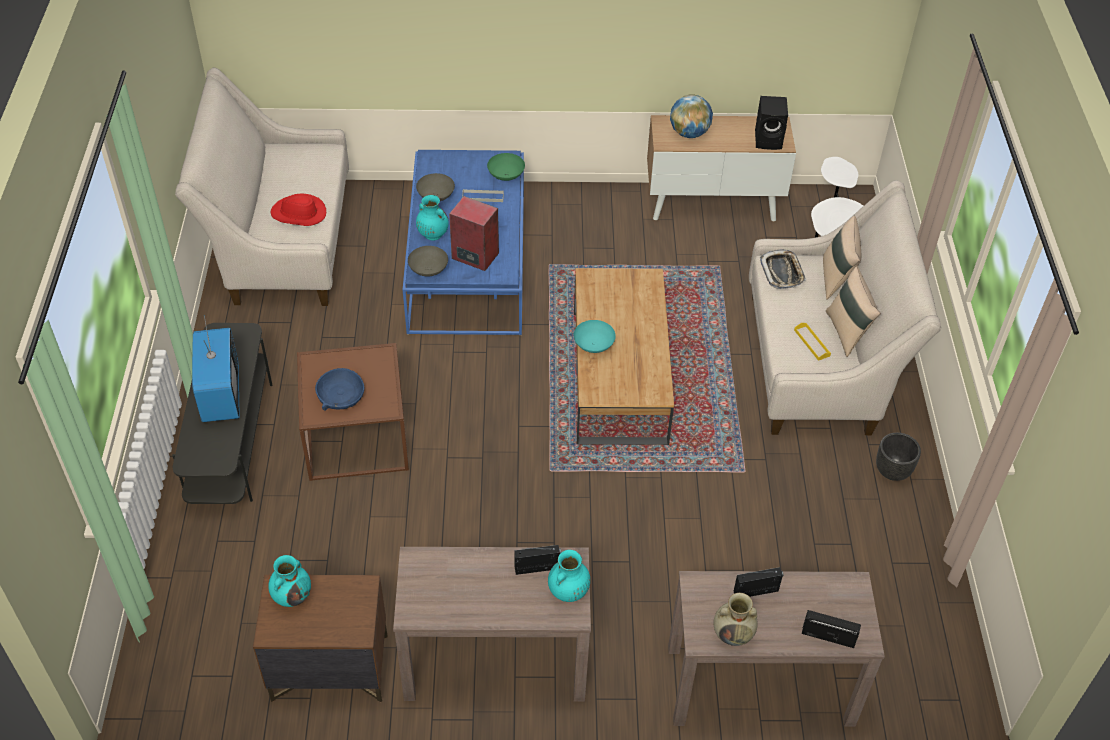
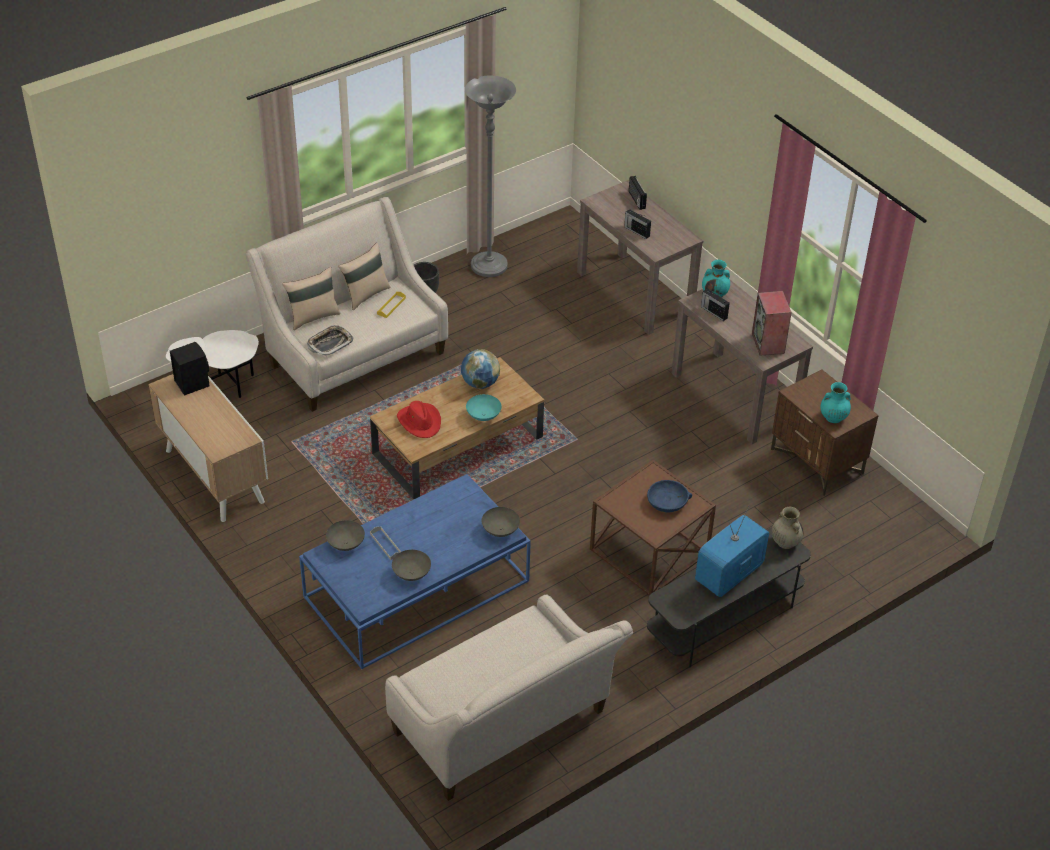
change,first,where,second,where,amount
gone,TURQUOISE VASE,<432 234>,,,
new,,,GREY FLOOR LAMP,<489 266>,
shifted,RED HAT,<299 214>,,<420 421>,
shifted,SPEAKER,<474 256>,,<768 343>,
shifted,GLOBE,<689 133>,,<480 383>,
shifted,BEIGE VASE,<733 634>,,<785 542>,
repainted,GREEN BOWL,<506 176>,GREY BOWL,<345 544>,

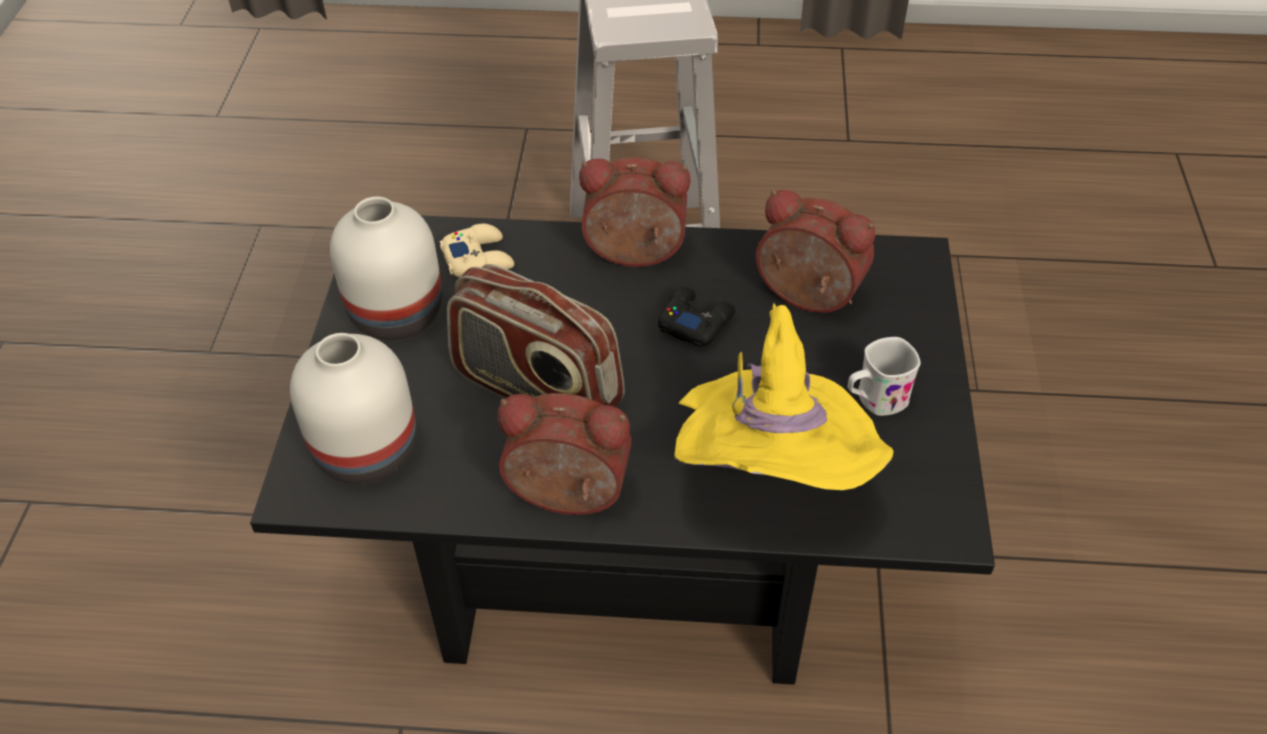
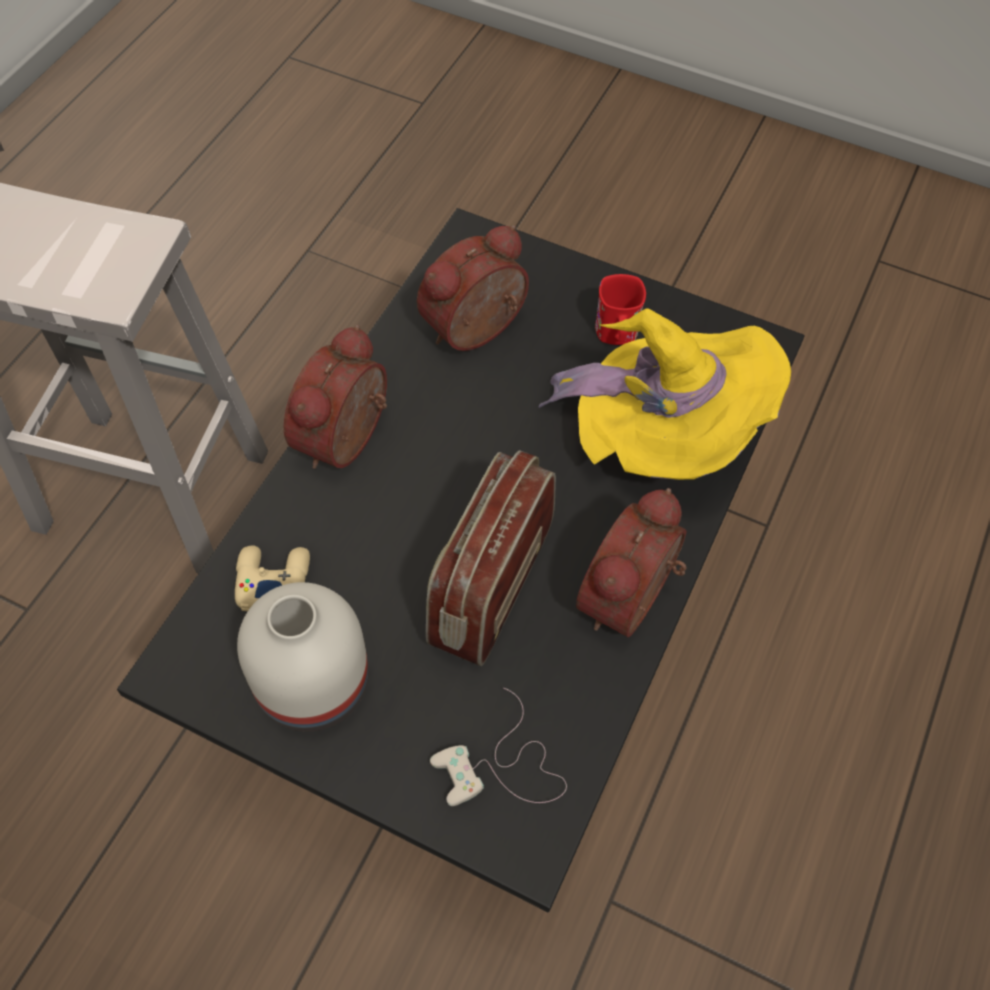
change,first,where,second,where,amount
gone,BLACK GAME CONTROLLER,<695 322>,,,
swapped,WHITE VASE,<366 452>,WHITE GAME CONTROLLER,<502 766>,
repainted,WHITE MUG,<874 400>,RED MUG,<617 335>,
rotated,RADIO,<536 391>,,<490 585>,150 degrees clockwise

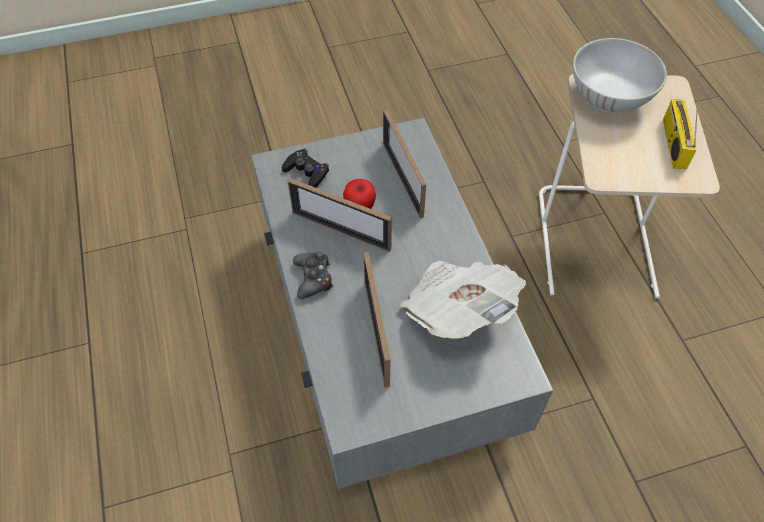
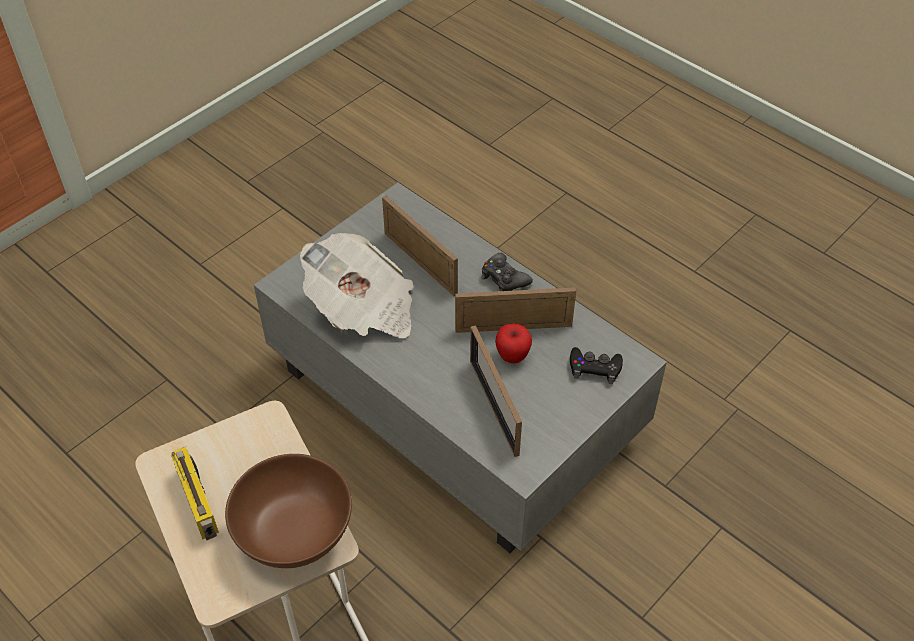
change,first,where,second,where,amount
repainted,WHITE BOWL,<609 98>,BROWN BOWL,<294 535>,
rotated,PICTURE FRAME,<402 179>,,<494 407>,150 degrees counterclockwise

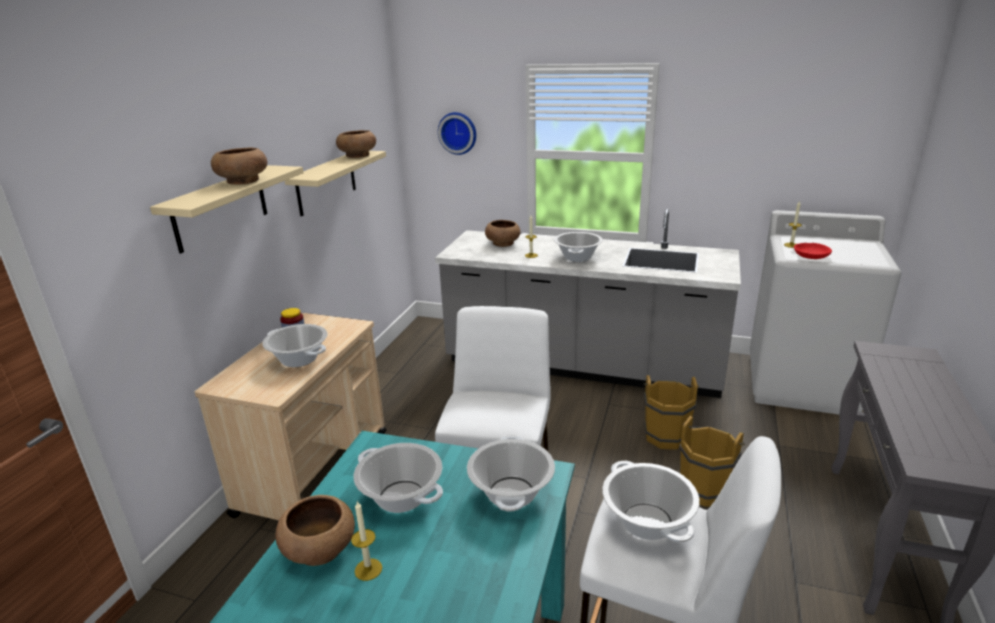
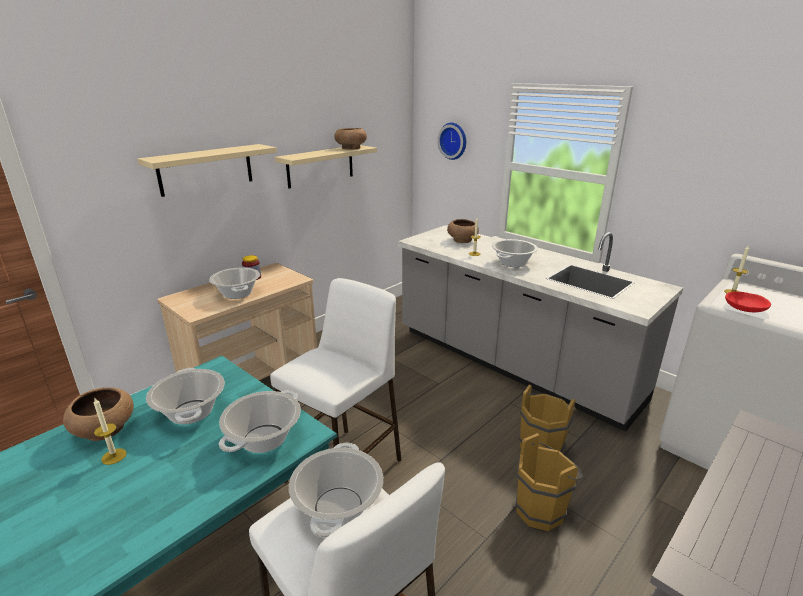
change,first,where,second,where,amount
gone,BROWN BOWL,<242 181>,,,

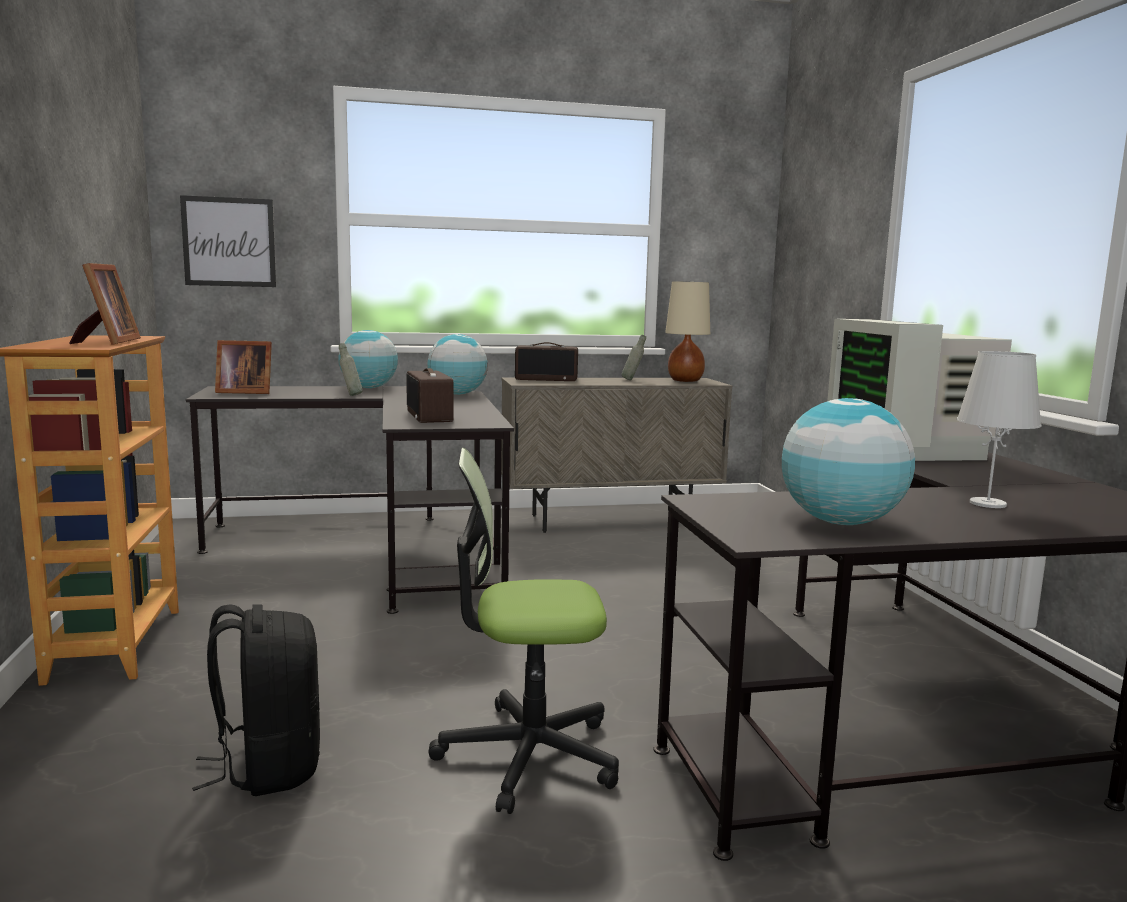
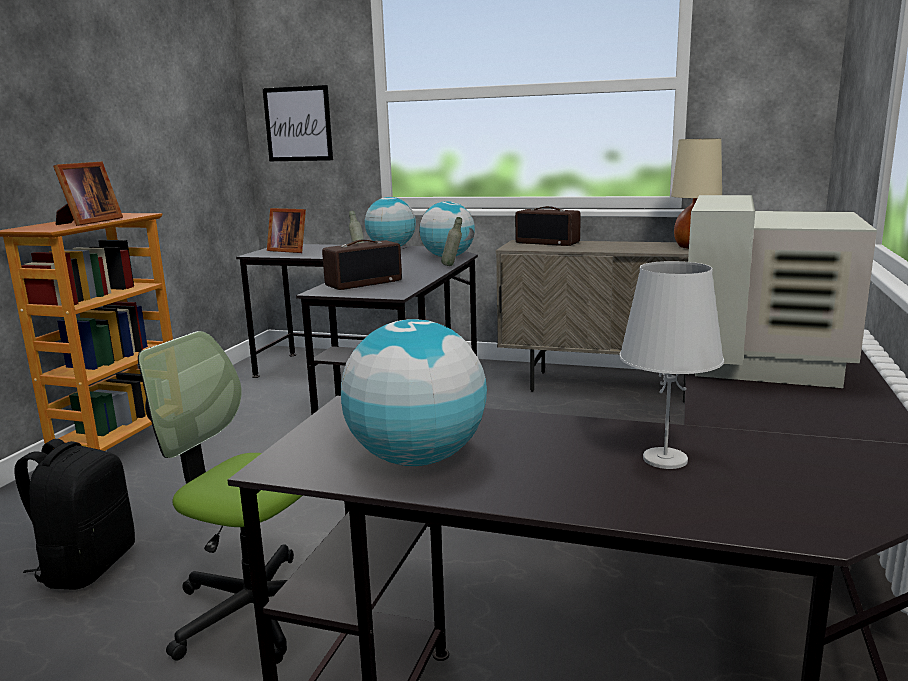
change,first,where,second,where,amount
shifted,GREY BOTTLE,<632 380>,,<452 266>,
rotated,RADIO,<430 416>,,<364 283>,135 degrees counterclockwise

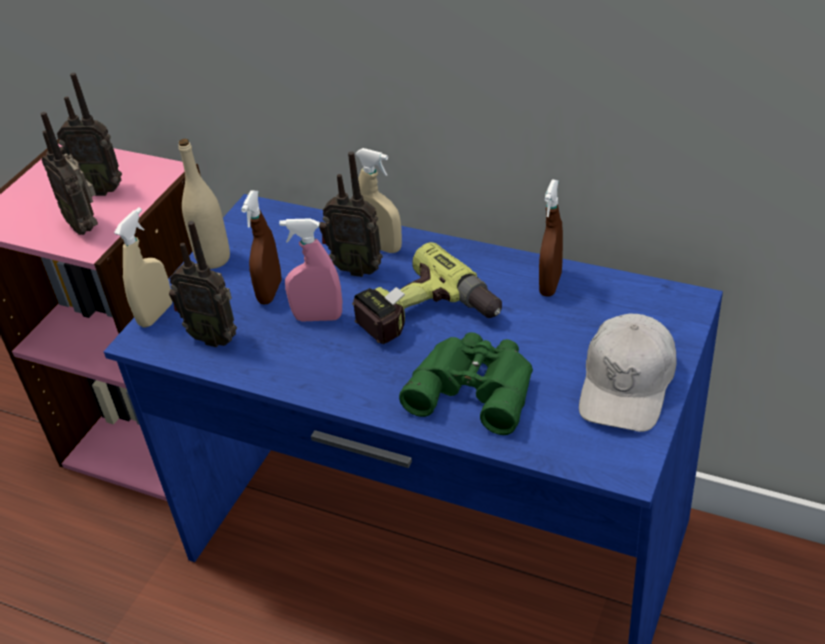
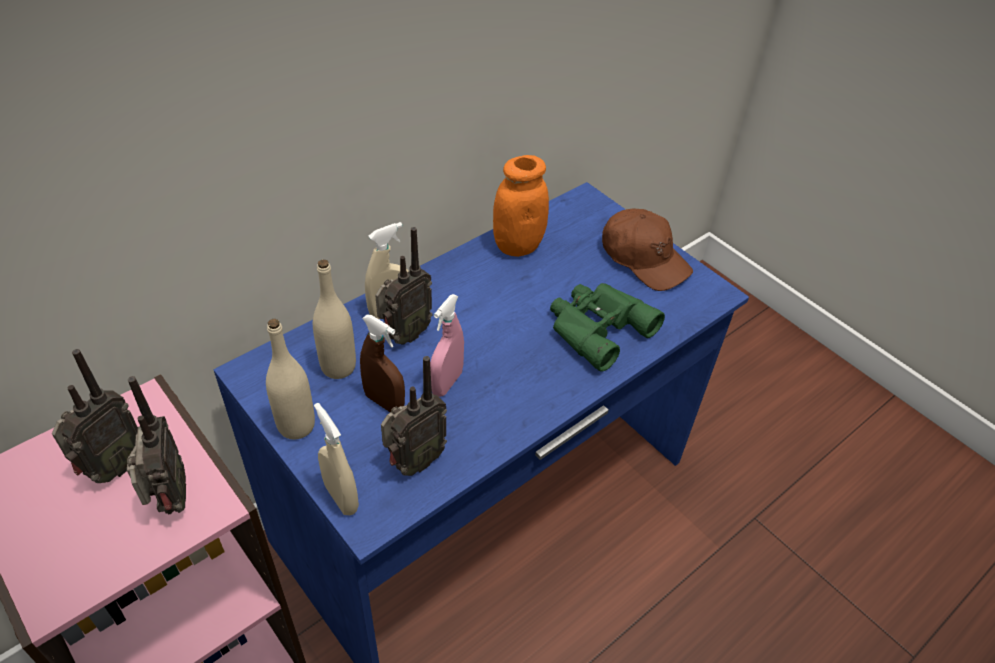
change,first,where,second,where,amount
gone,POWER DRILL,<427 318>,,,
new,,,BEIGE BOTTLE,<338 367>,
swapped,BROWN SPRAY BOTTLE,<550 284>,ORANGE JAR,<517 246>,
repainted,WHITE CAP,<627 385>,BROWN CAP,<644 259>,
rotated,RADIO,<85 226>,,<170 501>,90 degrees counterclockwise

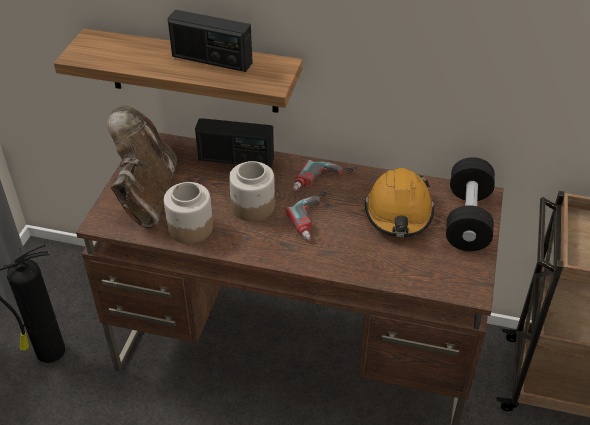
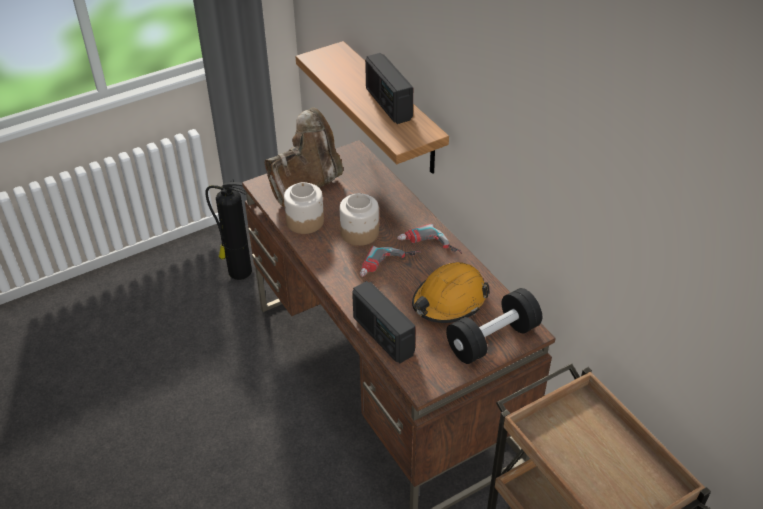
change,first,where,second,where,amount
shifted,RADIO,<236 159>,,<382 336>,

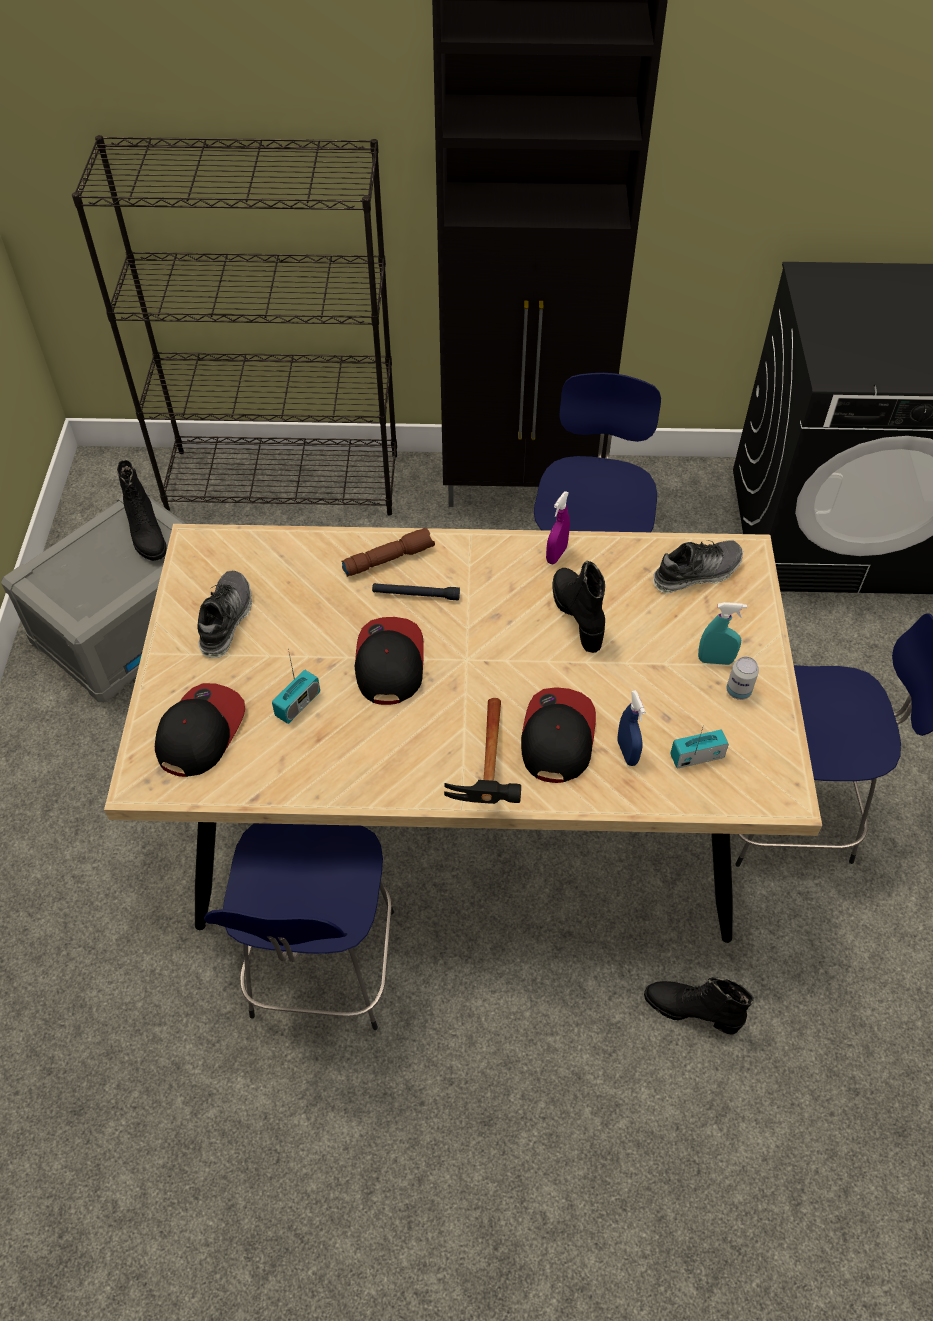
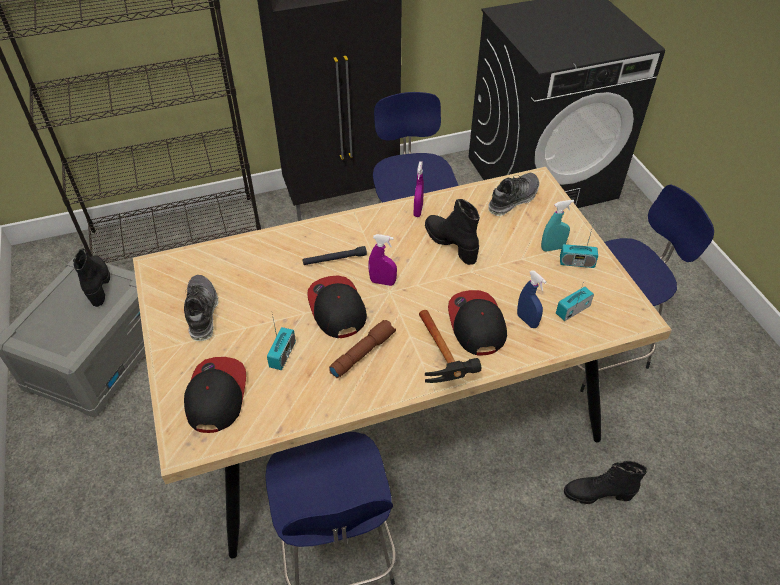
change,first,where,second,where,amount
new,,,PURPLE SPRAY BOTTLE,<382 282>,
shifted,BROWN FLASHLIGHT,<388 558>,,<362 352>,
swapped,CAN,<738 691>,RADIO,<576 263>,
rotated,BLACK BOOT,<146 536>,,<98 284>,150 degrees counterclockwise

